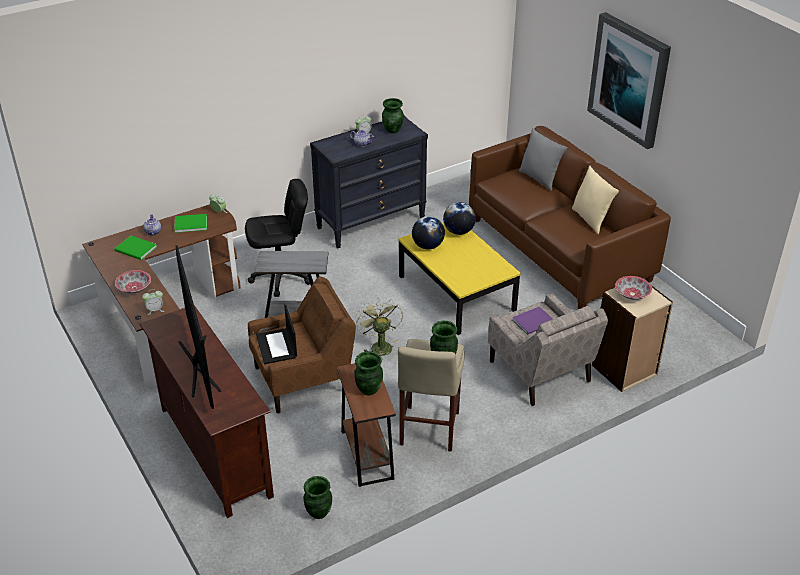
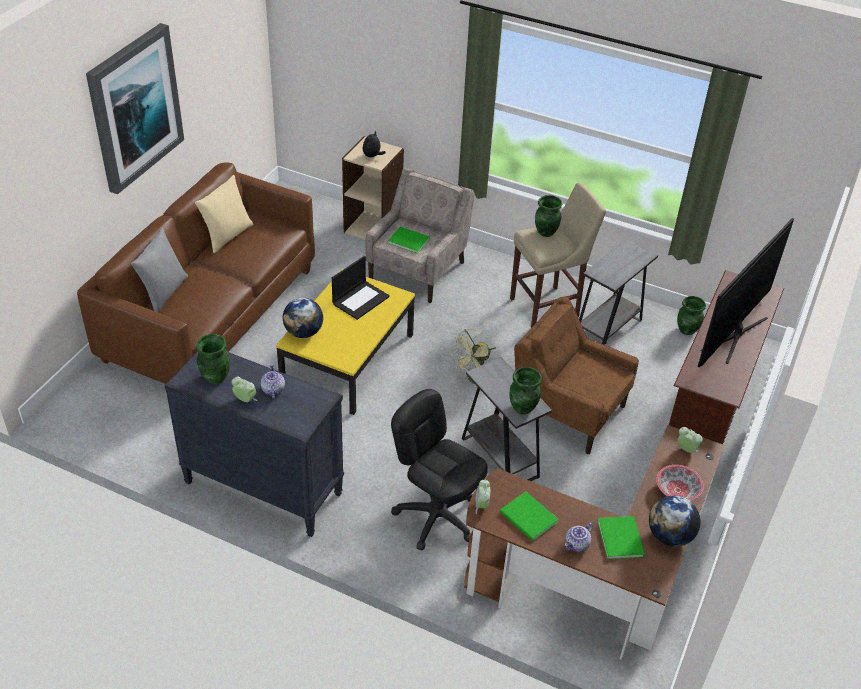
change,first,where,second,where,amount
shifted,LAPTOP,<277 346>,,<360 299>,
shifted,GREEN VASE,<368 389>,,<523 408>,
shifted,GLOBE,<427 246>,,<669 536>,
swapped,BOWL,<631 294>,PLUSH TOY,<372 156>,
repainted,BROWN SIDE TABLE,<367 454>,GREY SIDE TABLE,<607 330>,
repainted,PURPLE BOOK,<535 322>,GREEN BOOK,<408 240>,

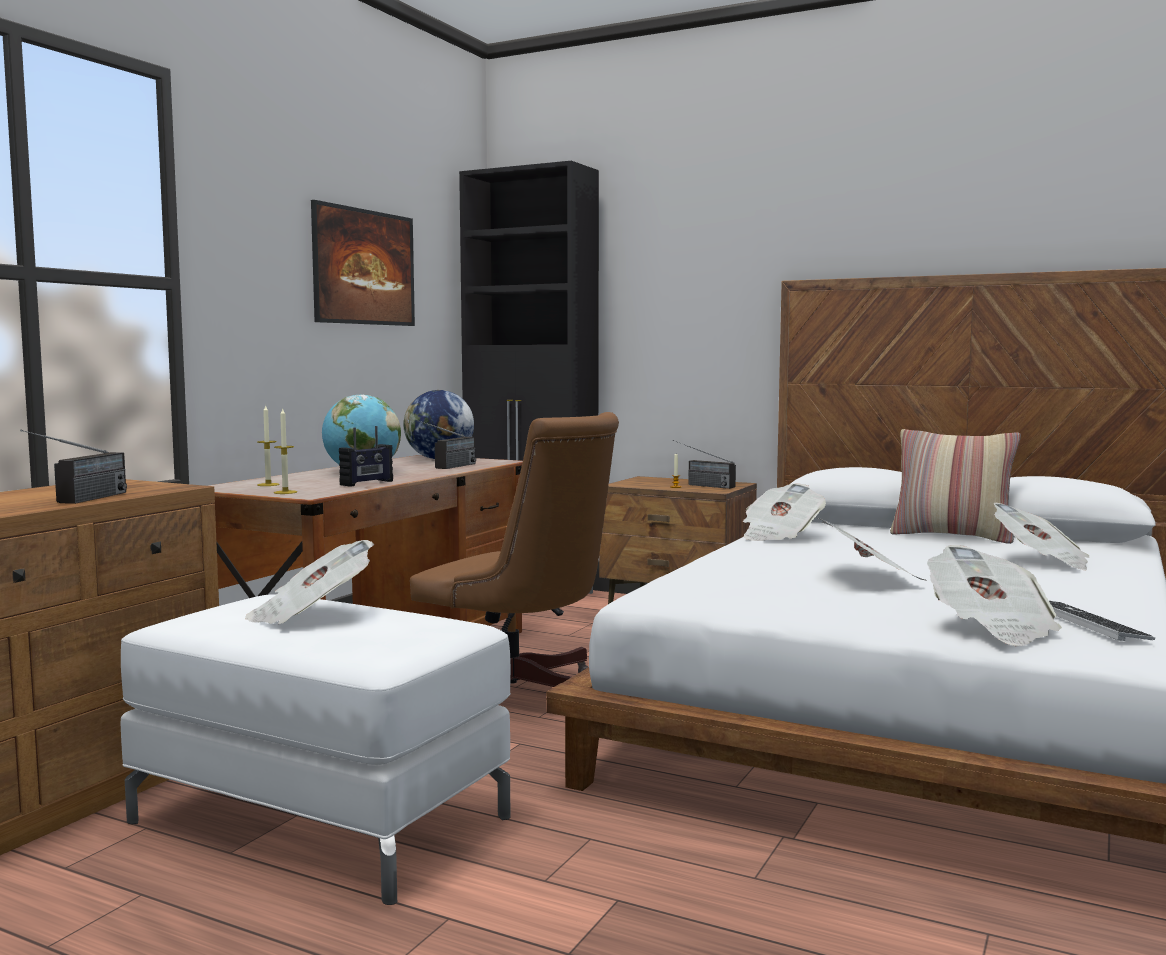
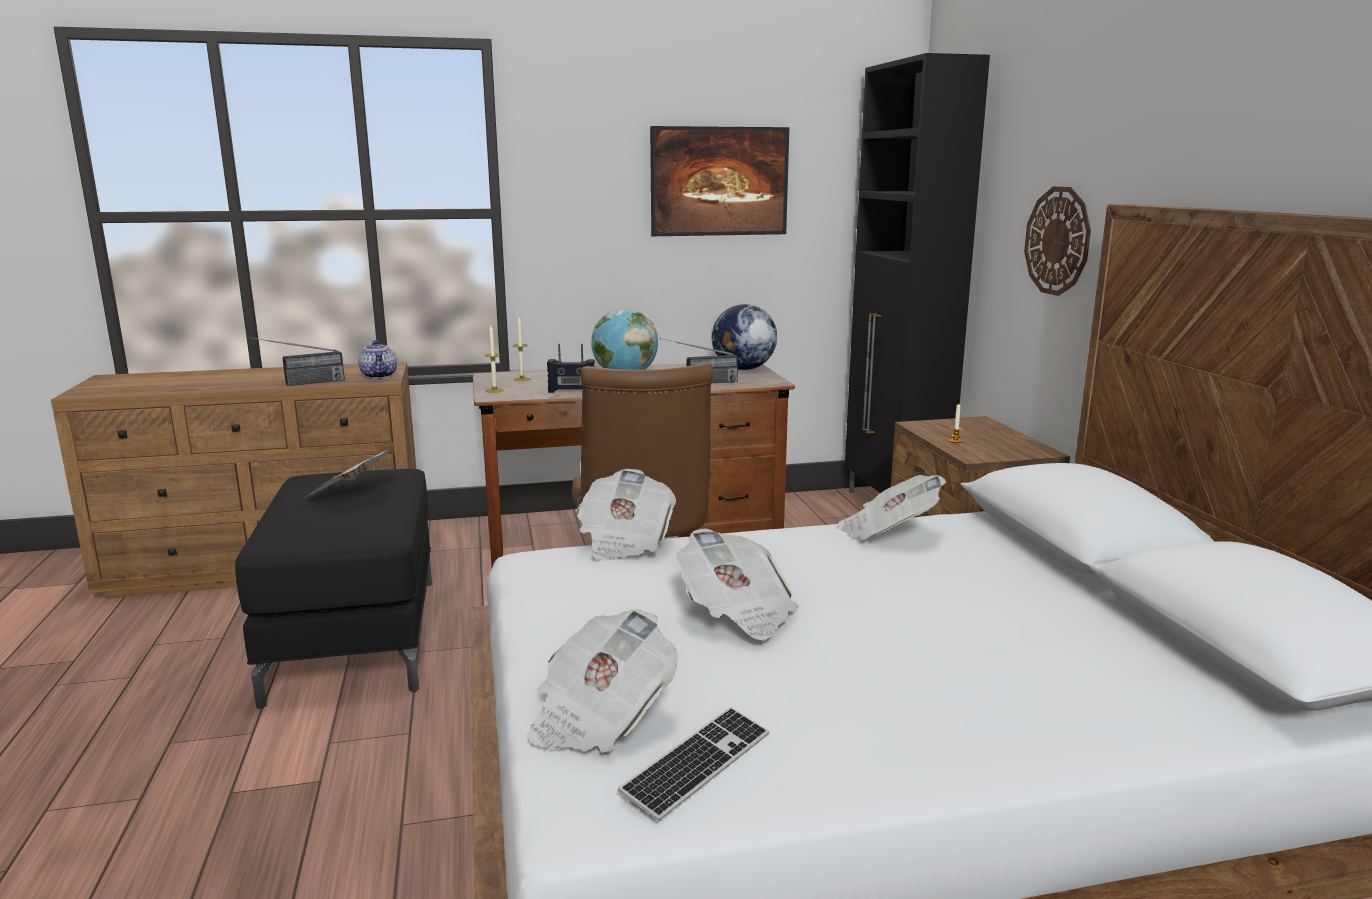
change,first,where,second,where,amount
gone,RADIO,<699 485>,,,
gone,PILLOW,<952 536>,,,
new,,,TEAPOT,<380 376>,
new,,,WALL CLOCK,<1057 241>,
shifted,NEWSPAPER,<1041 562>,,<624 541>,
repainted,WHITE OTTOMAN,<323 819>,BLACK OTTOMAN,<356 637>,

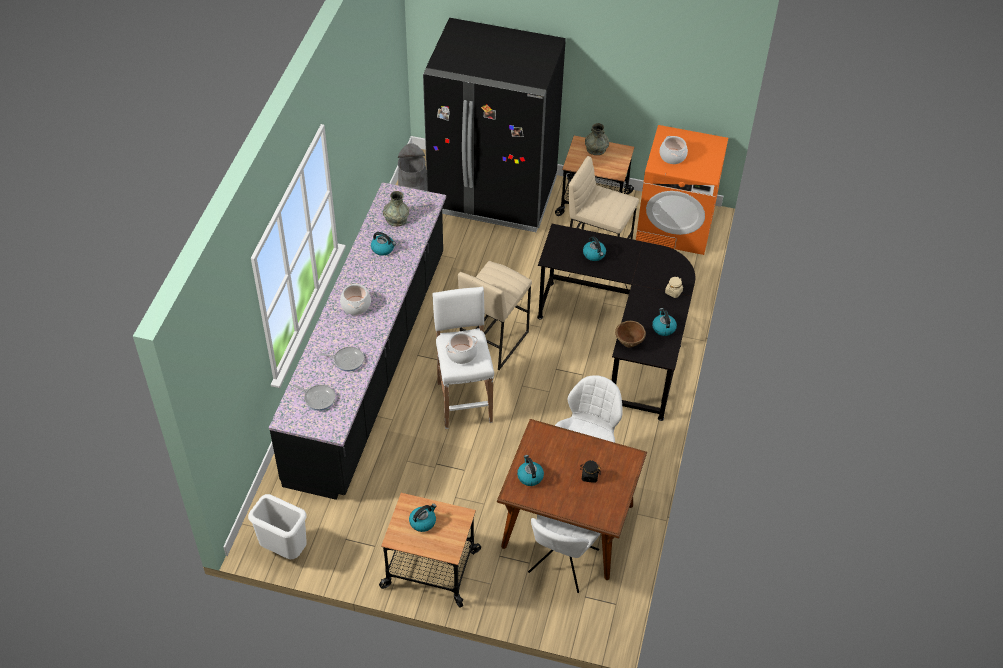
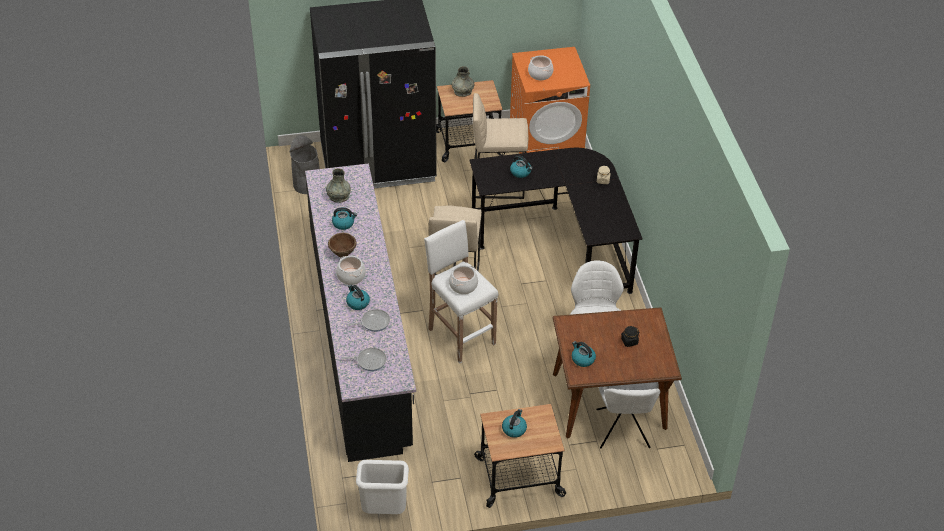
change,first,where,second,where,amount
shifted,BROWN BOWL,<629 342>,,<343 253>,
shifted,KETTLE,<663 328>,,<357 303>,

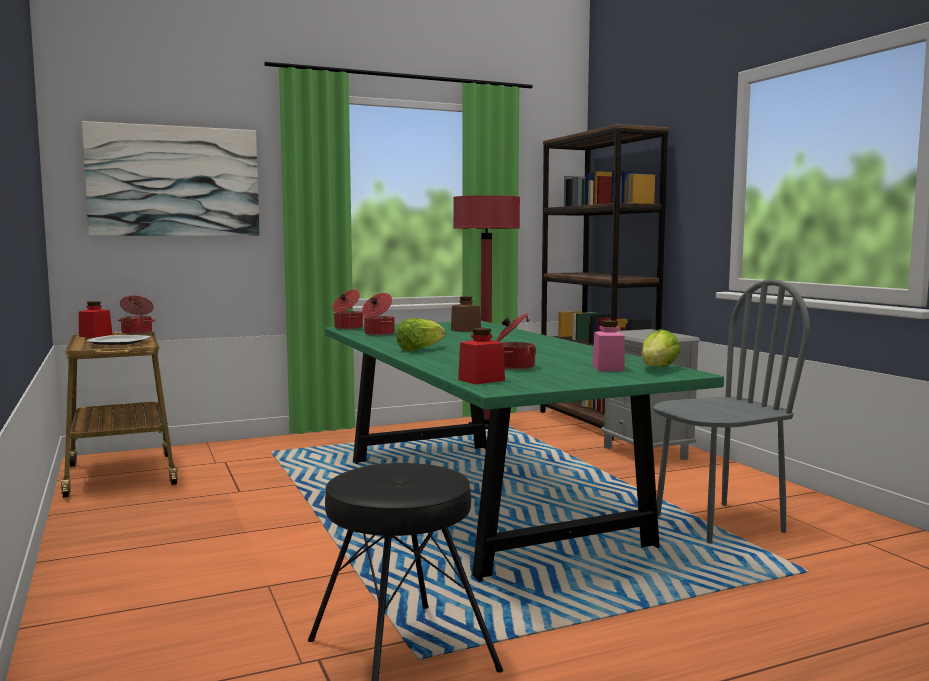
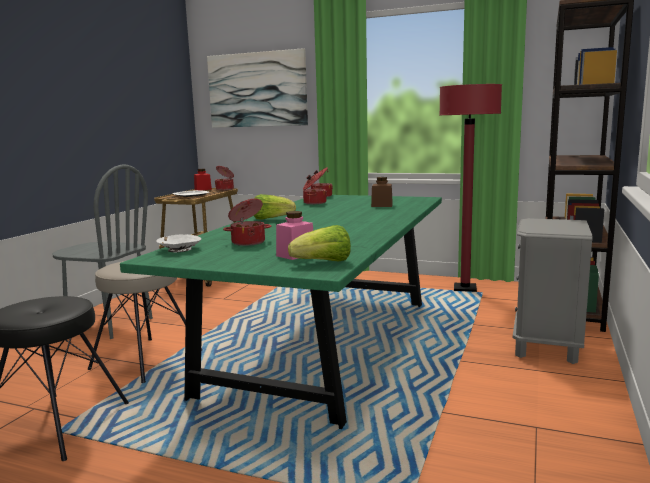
change,first,where,second,where,amount
new,,,BEIGE STOOL,<146 359>,
shifted,GREY CHAIR,<718 523>,,<109 325>,
swapped,RED JAR,<481 380>,WHITE BOWL,<179 249>,

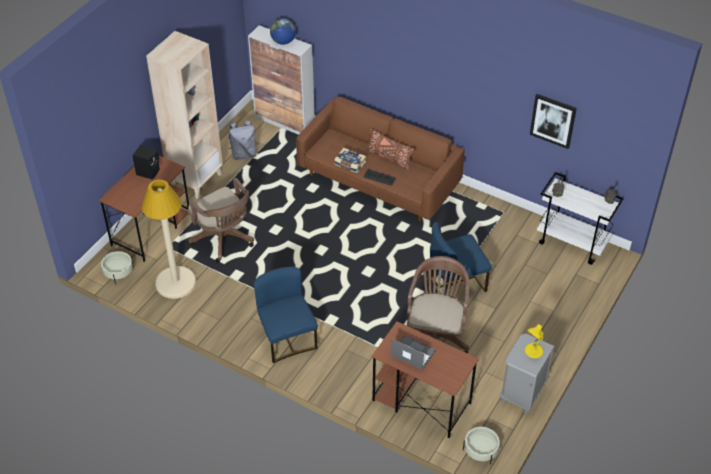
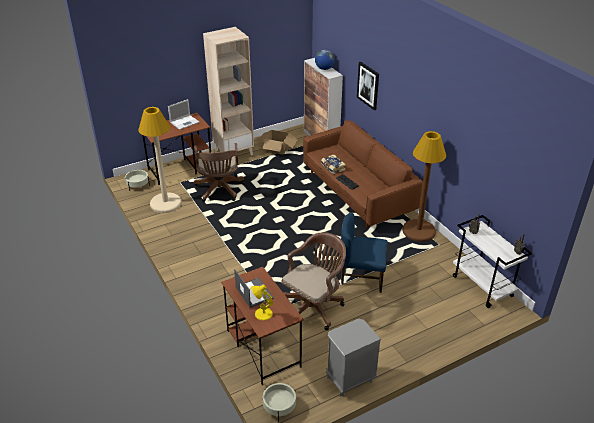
change,first,where,second,where,amount
gone,BLUE CHAIR,<287 338>,,,
gone,BROWN PILLOW,<389 158>,,,
new,,,BROWN FLOOR LAMP,<418 231>,
shifted,YELLOW TABLE LAMP,<533 351>,,<262 314>,
shifted,PICTURE,<553 120>,,<368 85>,
swapped,BLACK SPEAKER,<148 171>,LAPTOP,<185 122>,
swapped,GREY BACKPACK,<244 154>,CARDBOARD BOX,<277 148>,

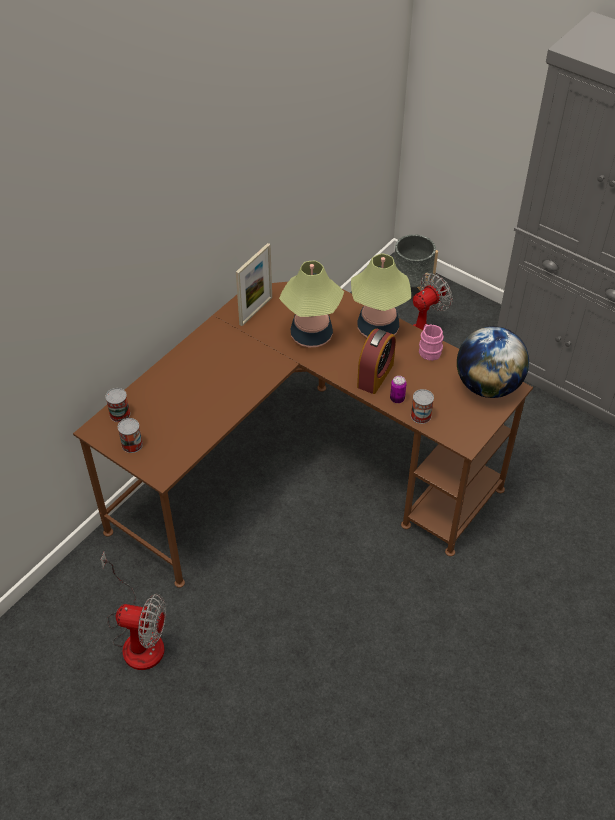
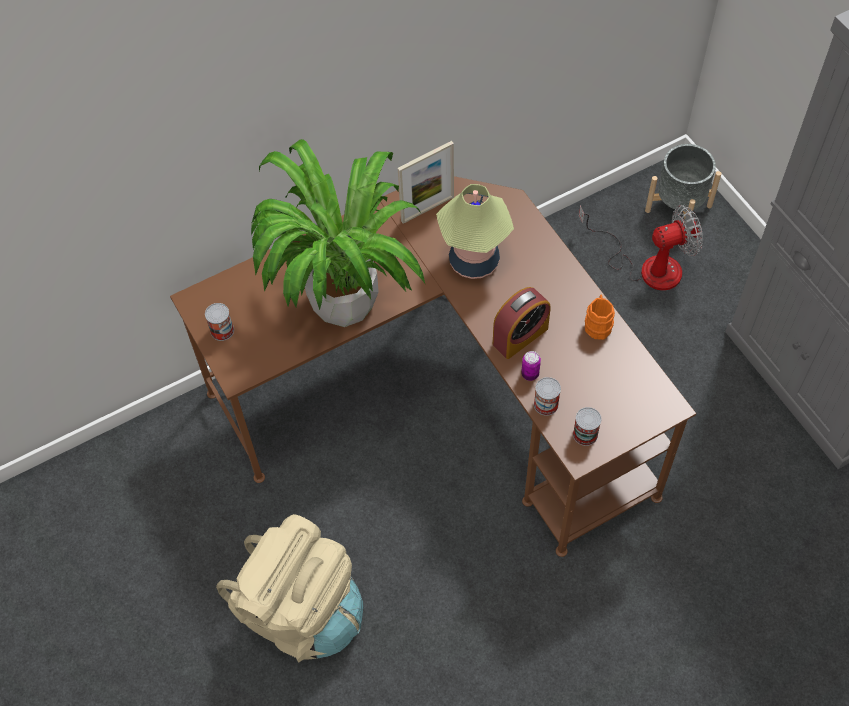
change,first,where,second,where,amount
gone,FAN,<138 637>,,,
gone,TABLE LAMP,<377 328>,,,
gone,GLOBE,<487 386>,,,
new,,,BEIGE BACKPACK,<301 611>,
new,,,POTTED PLANT,<342 301>,
shifted,CAN,<120 414>,,<585 434>,
repainted,PINK MUG,<428 350>,ORANGE MUG,<598 324>,

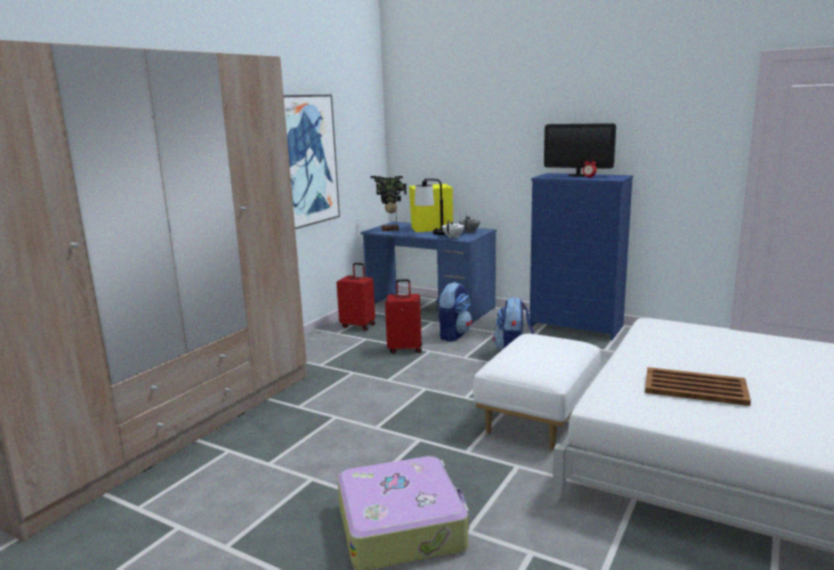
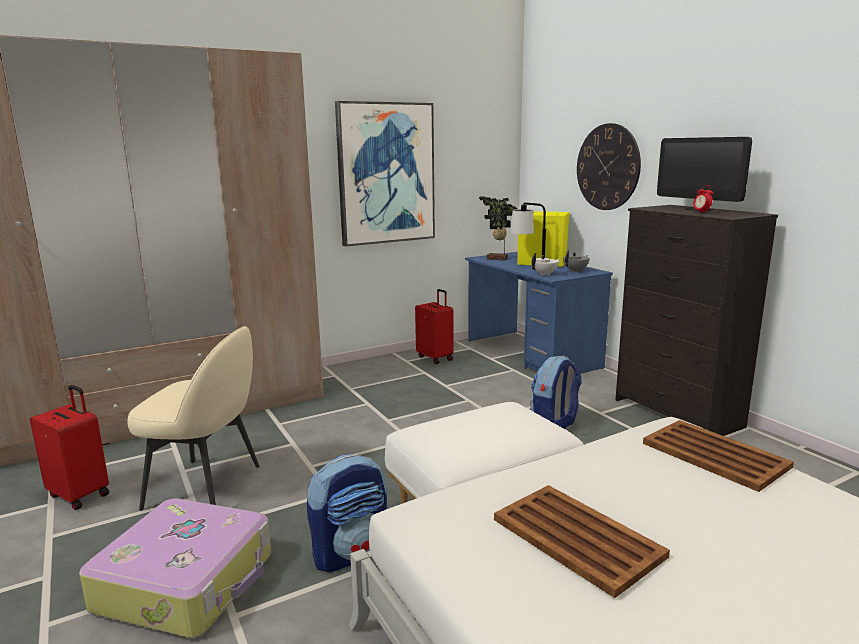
change,first,where,second,where,amount
new,,,BEIGE CHAIR,<206 487>,
new,,,WALL CLOCK,<607 167>,
new,,,BROWN TRAY,<713 454>,
shifted,RED SUITCASE,<405 349>,,<80 494>,
shifted,BACKPACK,<453 335>,,<351 553>,
repainted,BLUE DRESSER,<576 327>,BLACK DRESSER,<677 414>,

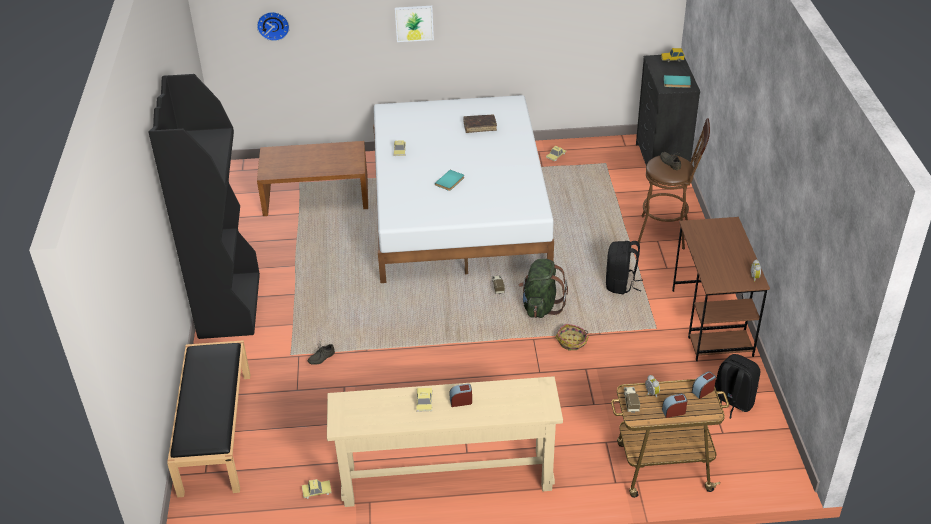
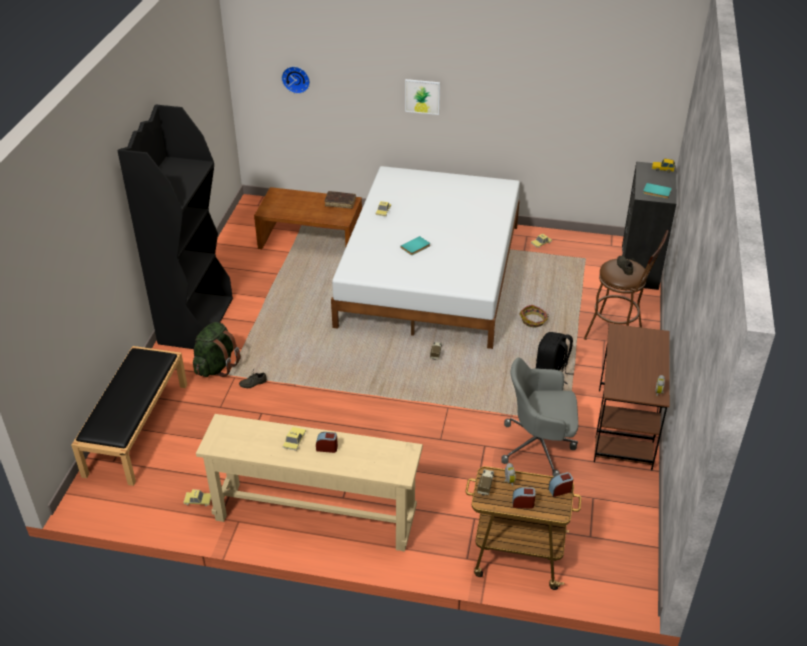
change,first,where,second,where,amount
gone,BLACK BACKPACK,<732 401>,,,
new,,,GREY OFFICE CHAIR,<539 446>,
shifted,BROWN BOOK,<480 126>,,<340 202>,
shifted,GREEN BACKPACK,<540 306>,,<216 366>,
shifted,BASKET,<572 342>,,<533 321>,

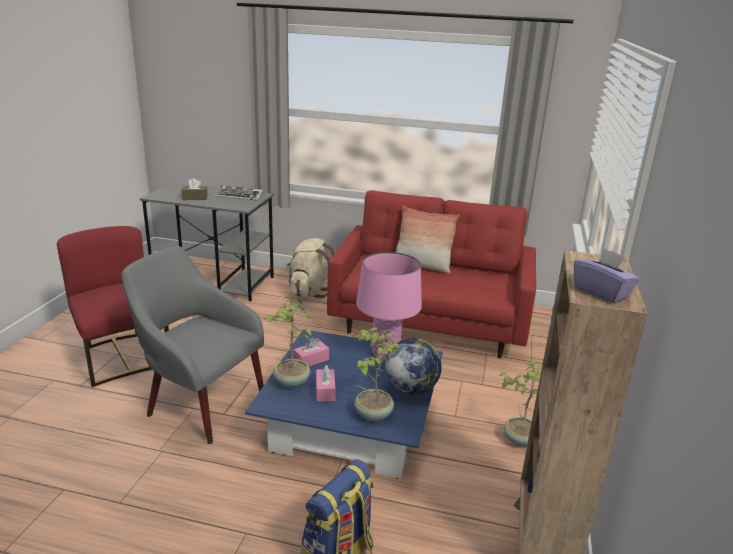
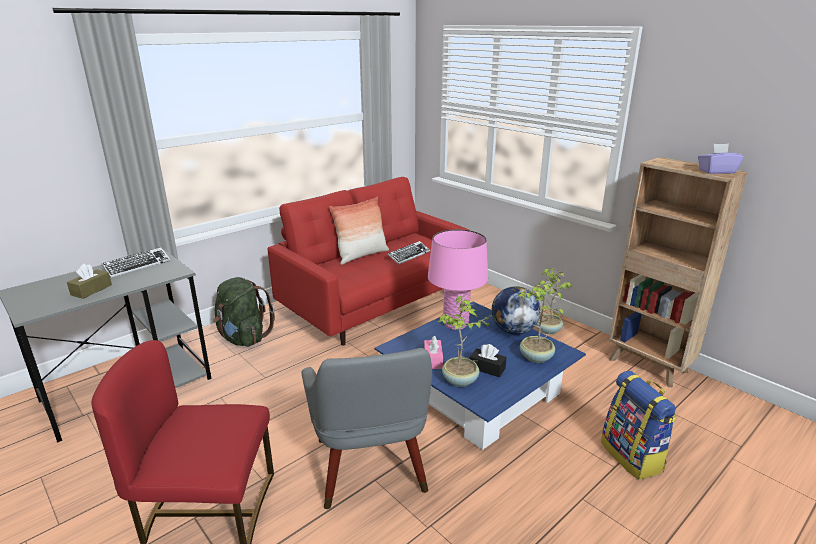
change,first,where,second,where,amount
new,,,KEYBOARD,<408 255>,
repainted,BEIGE BACKPACK,<309 291>,GREEN BACKPACK,<243 338>,
repainted,PINK TISSUE BOX,<325 391>,BLACK TISSUE BOX,<487 368>,
rotated,GREY ARMCHAIR,<201 403>,,<371 472>,75 degrees counterclockwise

